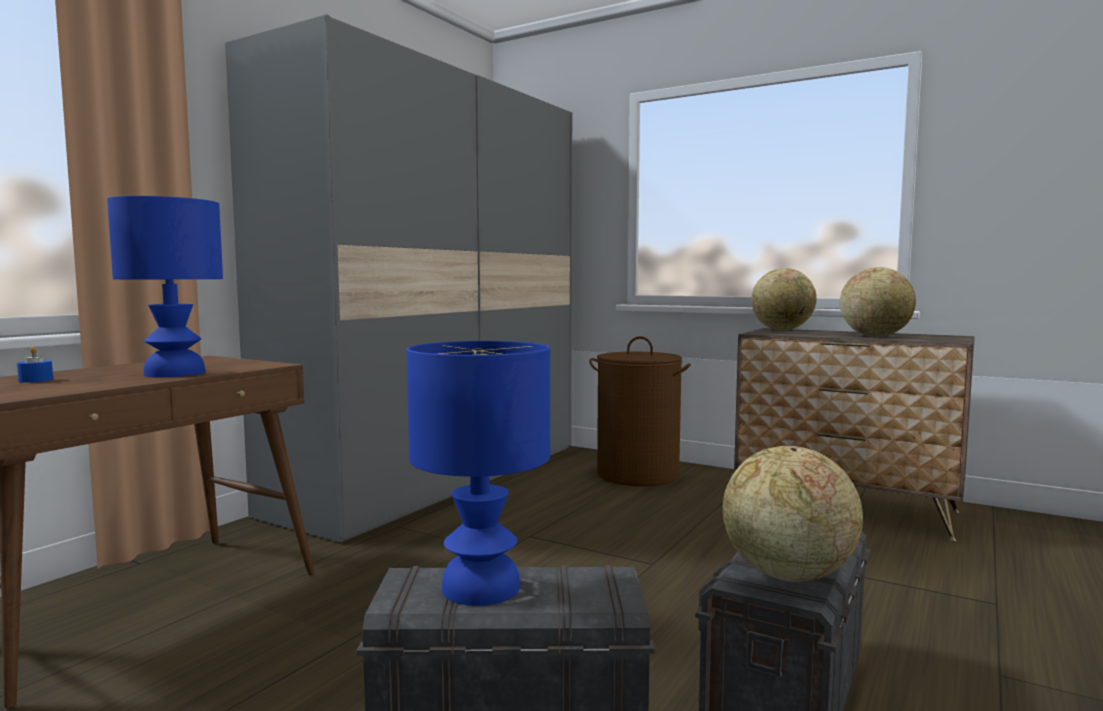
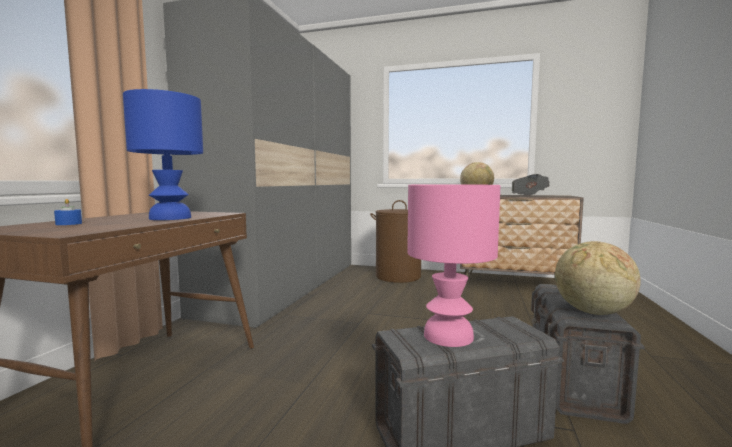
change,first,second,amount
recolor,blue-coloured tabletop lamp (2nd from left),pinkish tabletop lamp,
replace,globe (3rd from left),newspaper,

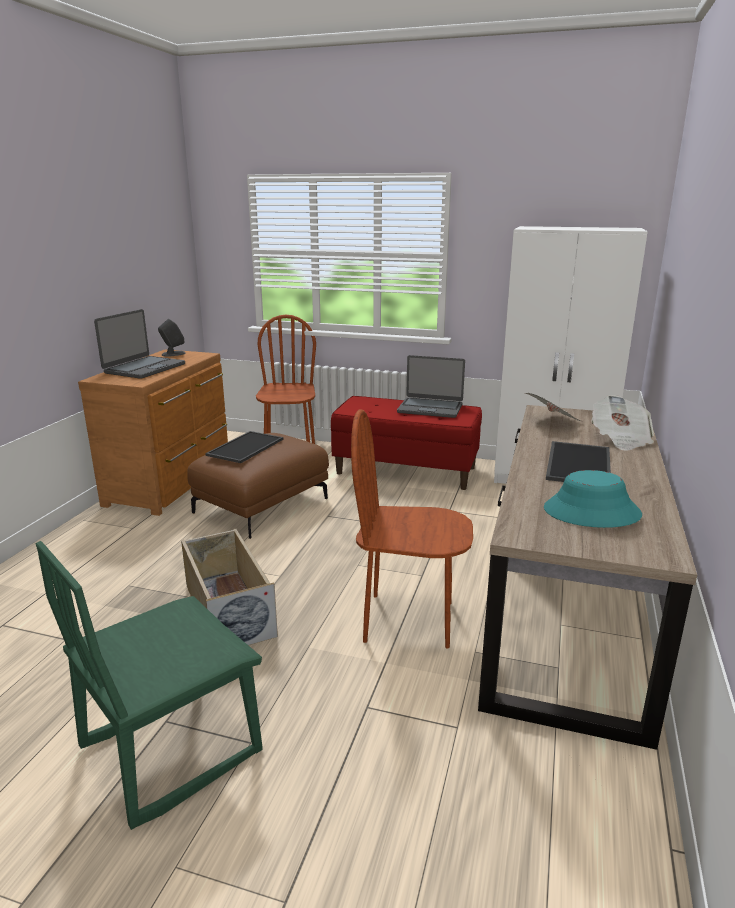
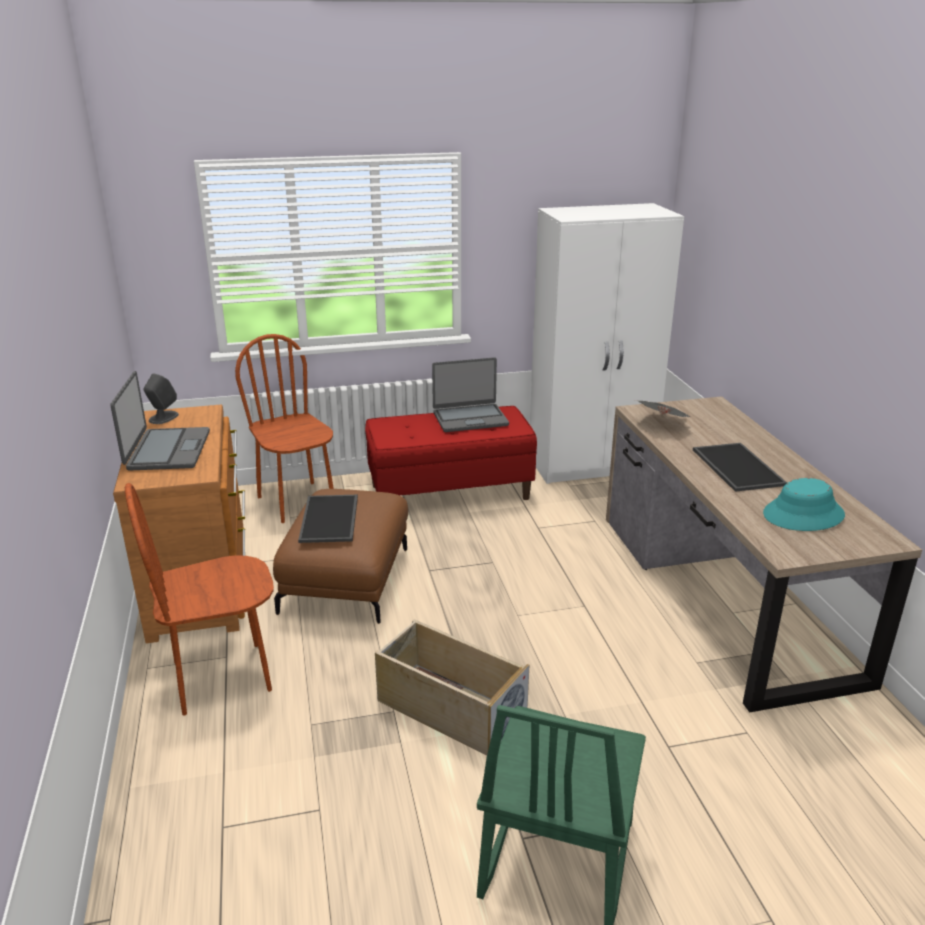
change,first,second,amount
move,brownish upright chair (2nd from left in the first image),brownish upright chair (1st from left),
delete,newspaper (2nd from left),,

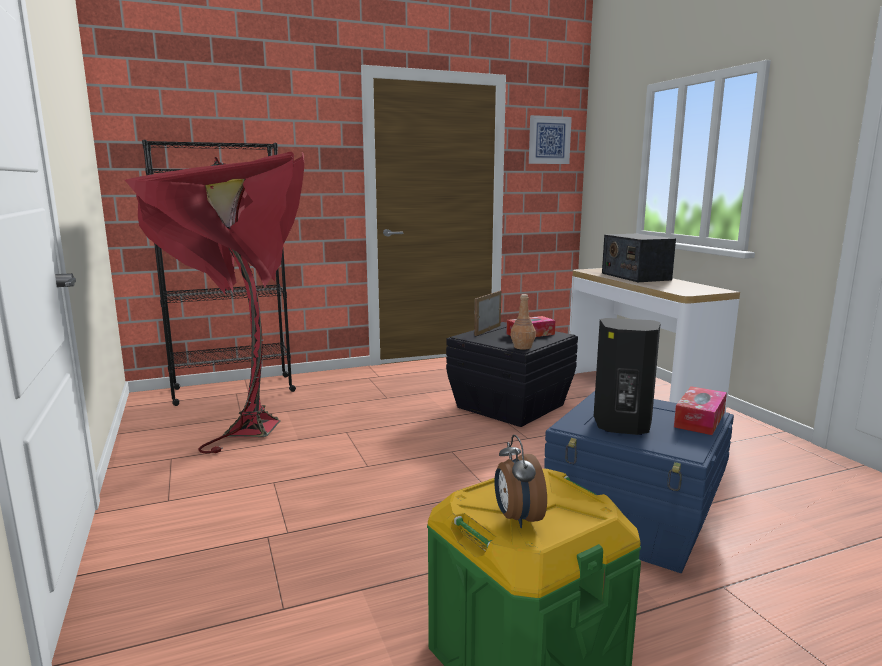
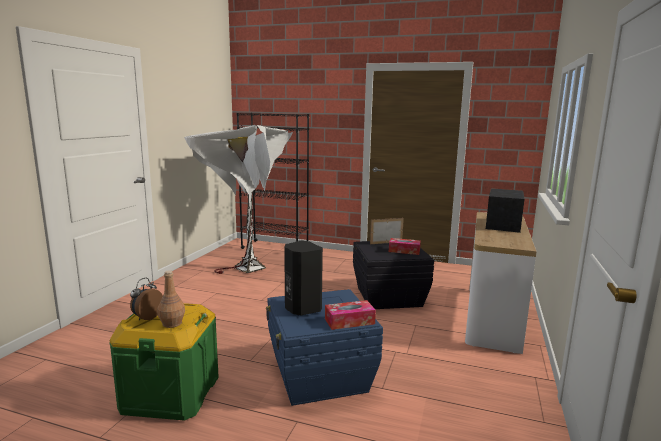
change,first,second,amount
move,brownish beverage bottle,,
recolor,red standard lamp,white-coloured standard lamp,
delete,picture,,

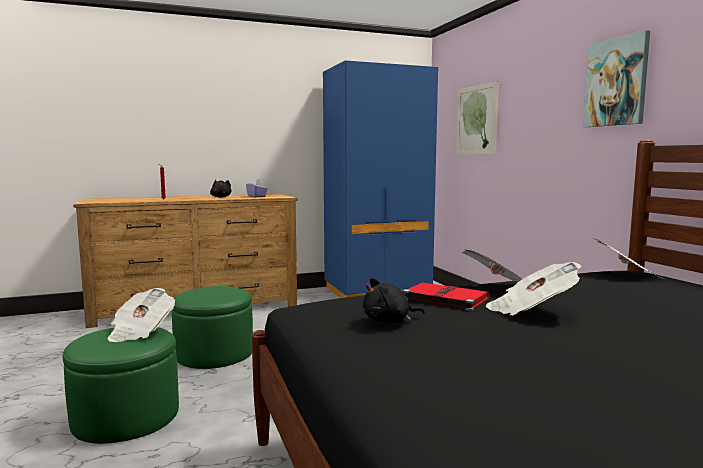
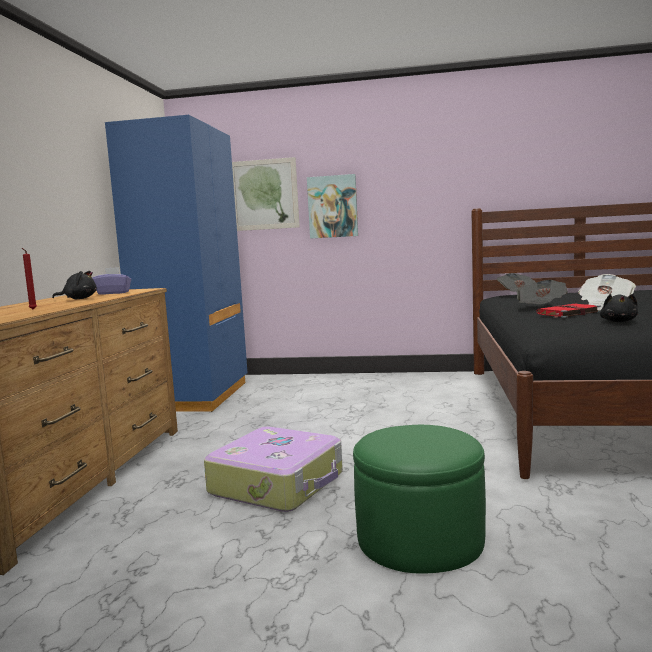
change,first,second,amount
replace,green-coloured pouffe (2nd from left),travel case,
move,picture (2nd from left),,
delete,newspaper (1st from left),,

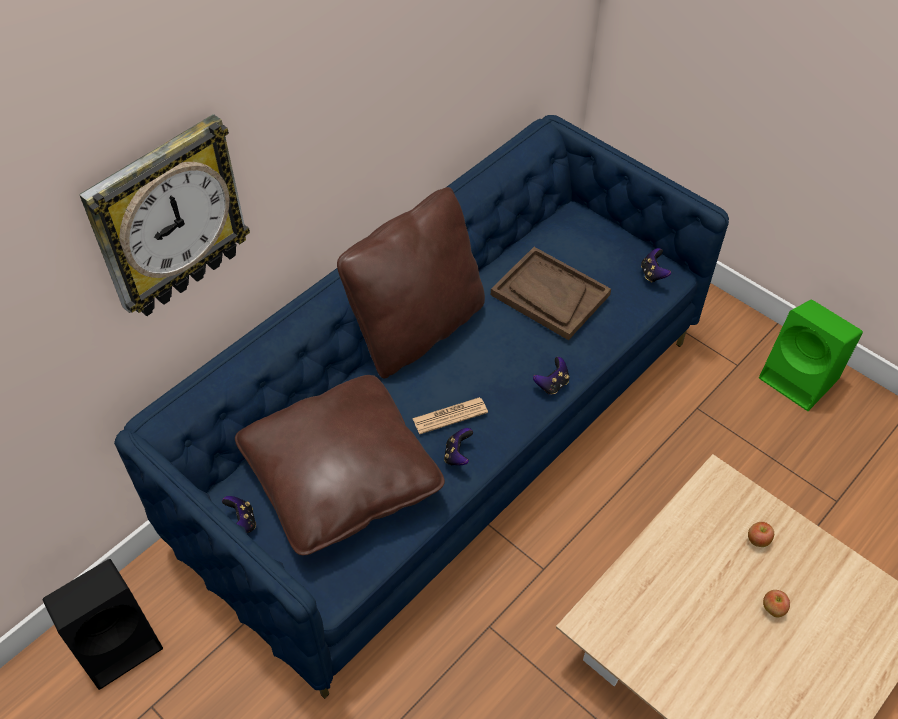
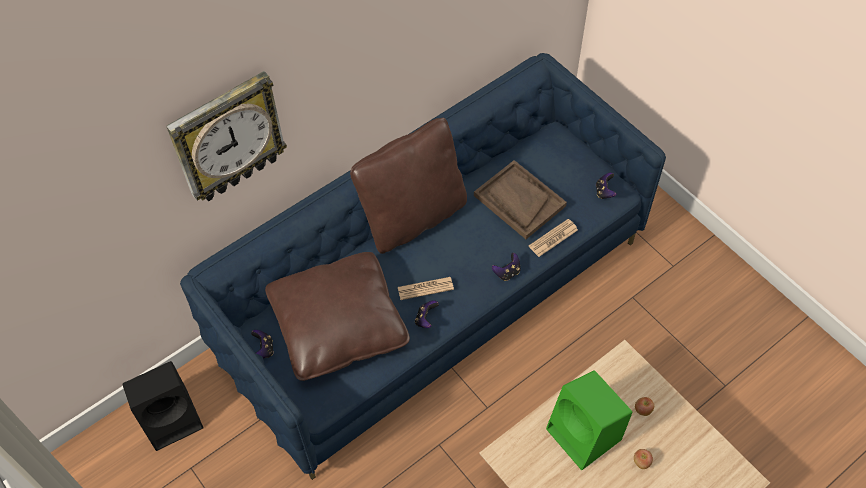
change,first,second,amount
insert,,newspaper (2nd from left),
move,green-coloured loudspeaker,,

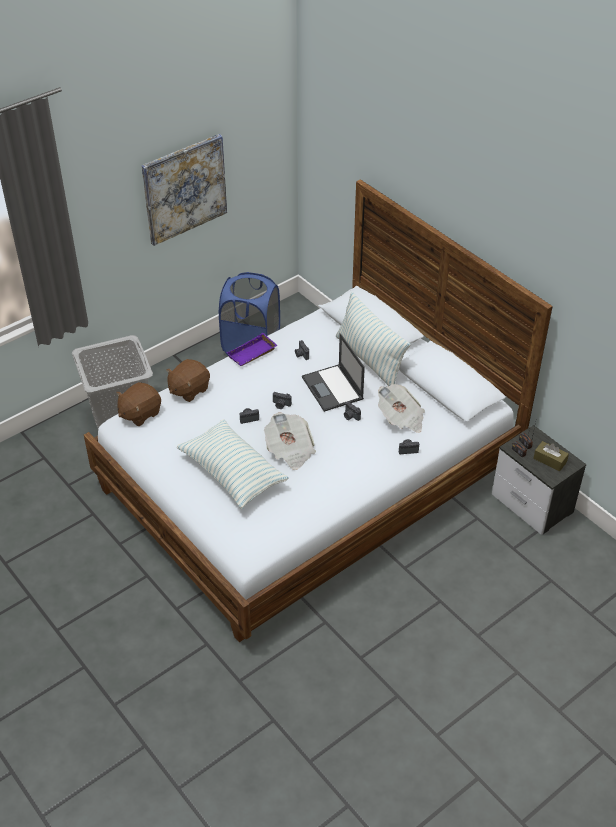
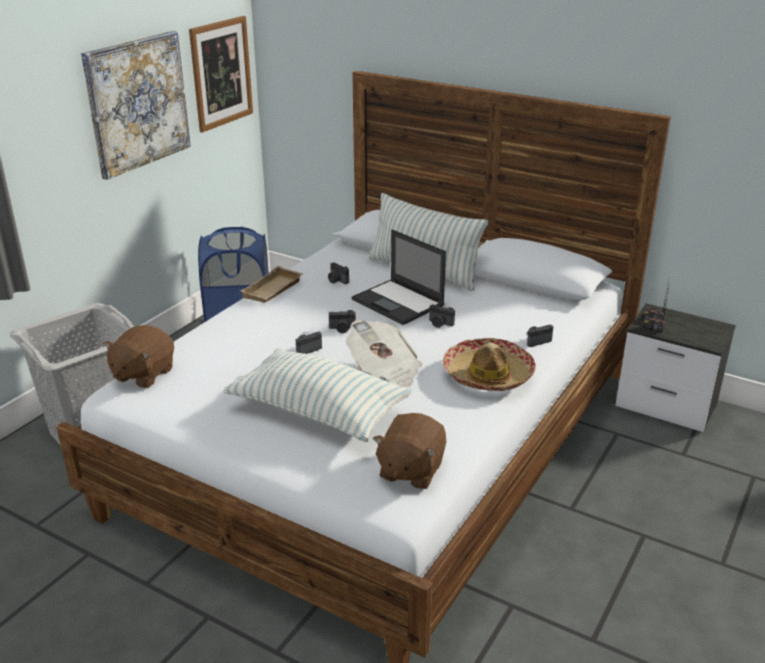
change,first,second,amount
insert,,picture (2nd from left),
recolor,purplish tray,beige-coloured tray,
move,brownish cuddly toy (2nd from left),,
insert,,wearable hat,
delete,newspaper (2nd from left),,
delete,brownish box of tissues,,

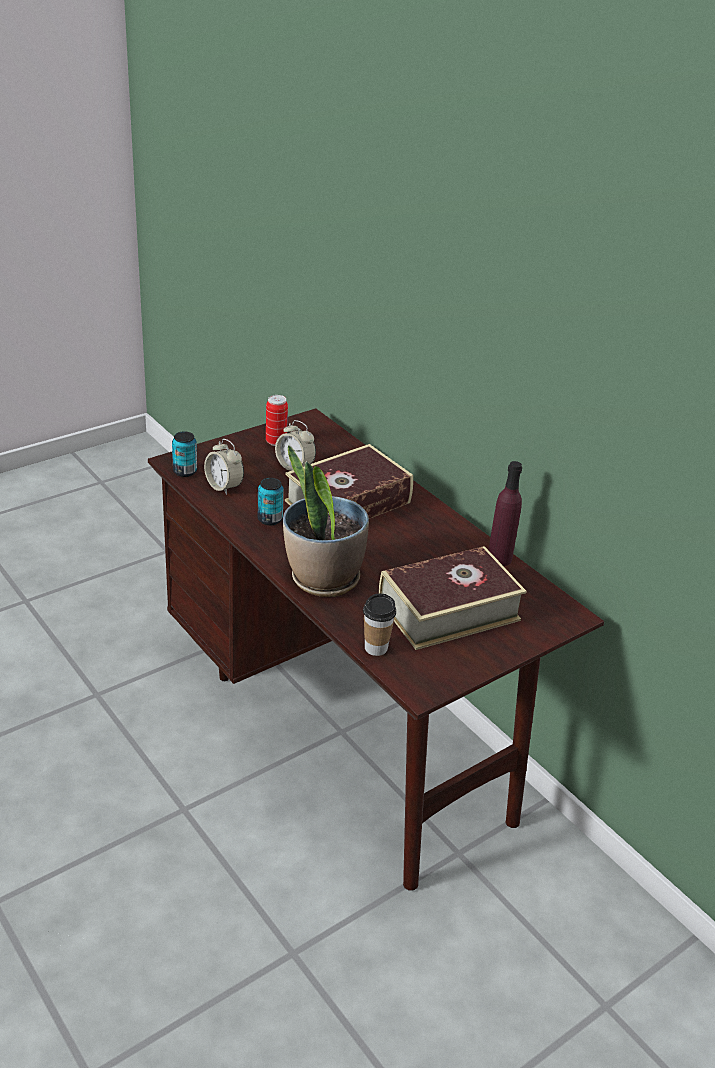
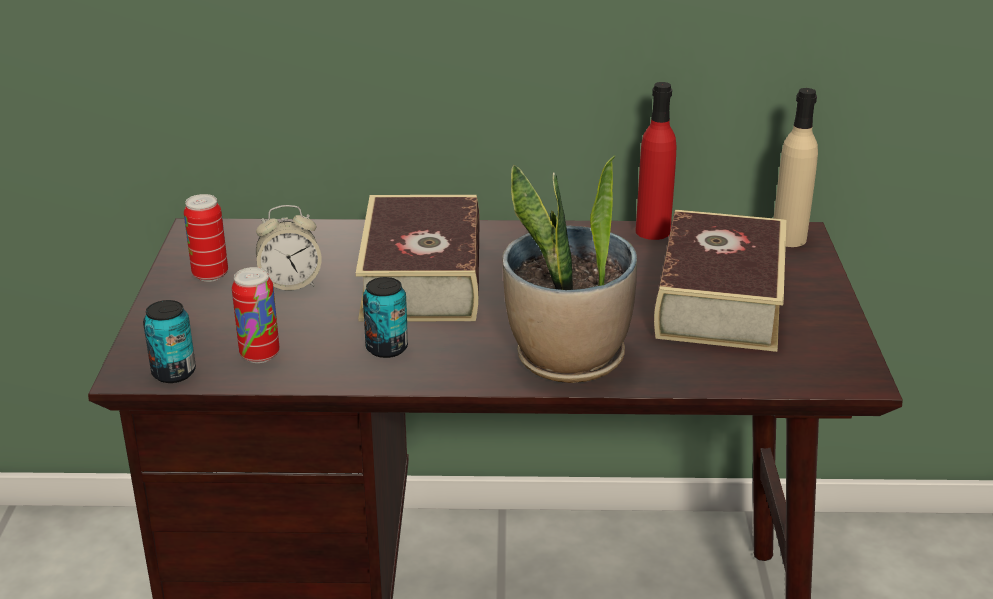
change,first,second,amount
replace,table clock (1st from left),sealed can (3rd from left),
recolor,purplish beverage bottle,red beverage bottle,
insert,,beige-coloured beverage bottle,
delete,cup,,

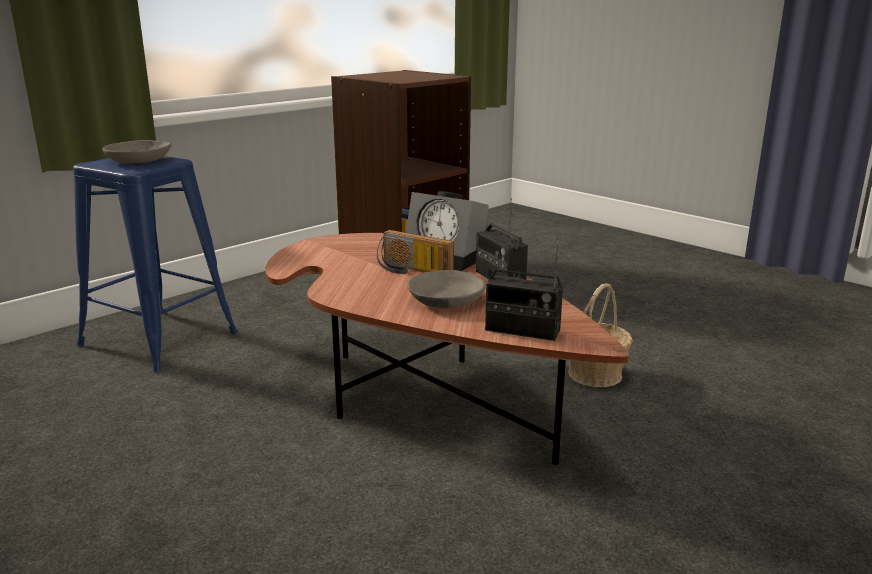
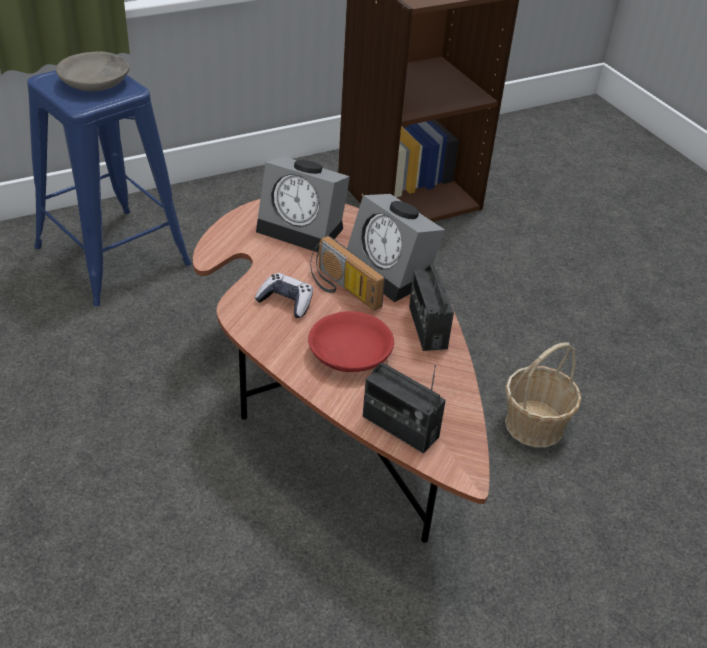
change,first,second,amount
insert,,game controller,
insert,,table clock (1st from left),
recolor,greyish bowl (2nd from left),red bowl,

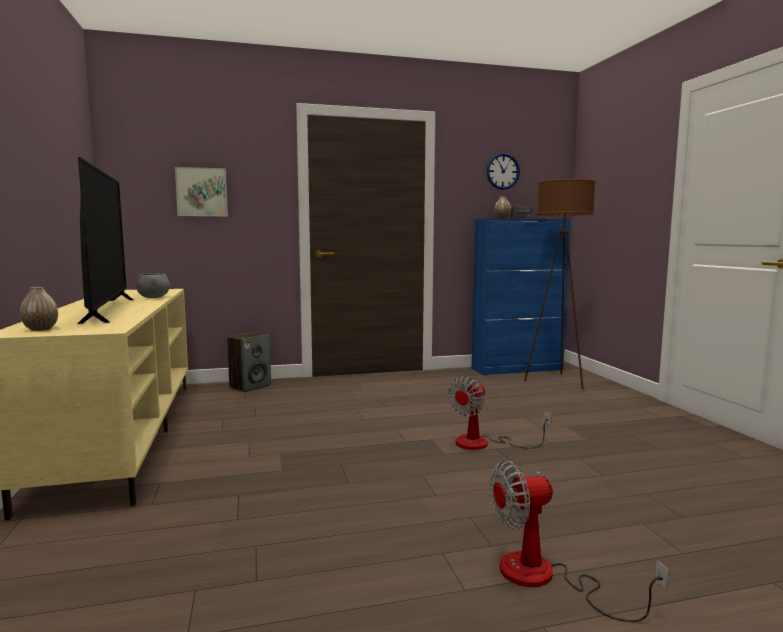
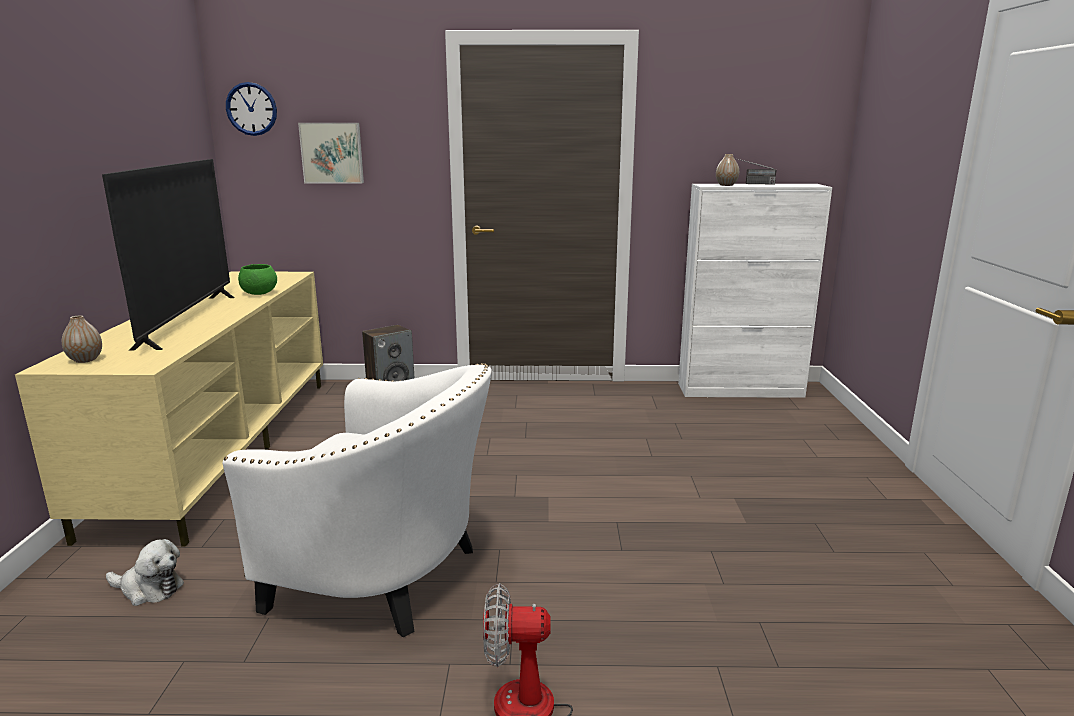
change,first,second,amount
insert,,cuddly toy,
insert,,white-coloured easy chair,
move,wall clock,,
recolor,greyish bowl,green-coloured bowl,
recolor,blue-coloured cupboard,white-coloured cupboard,
delete,fan (1st from left),,
delete,brownish standard lamp,,

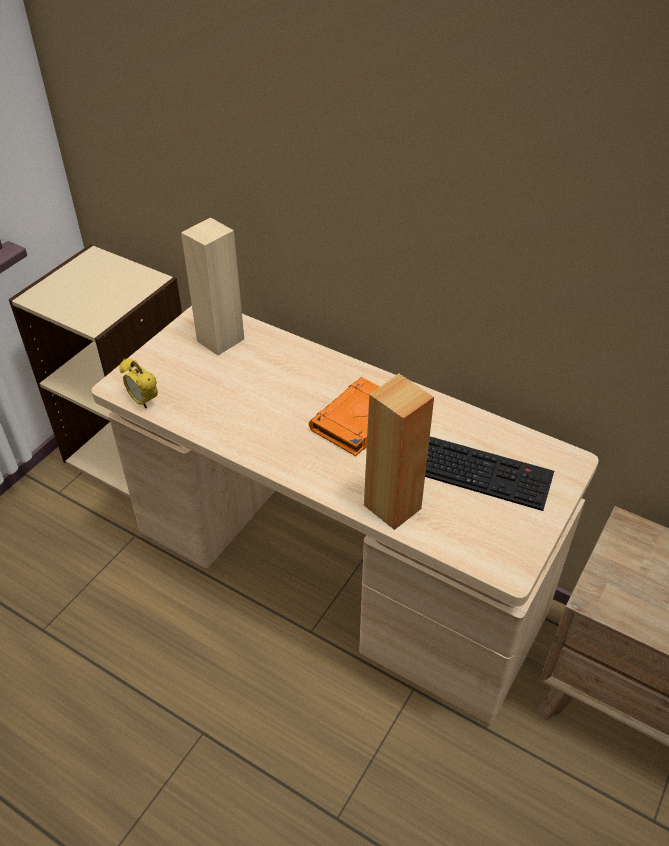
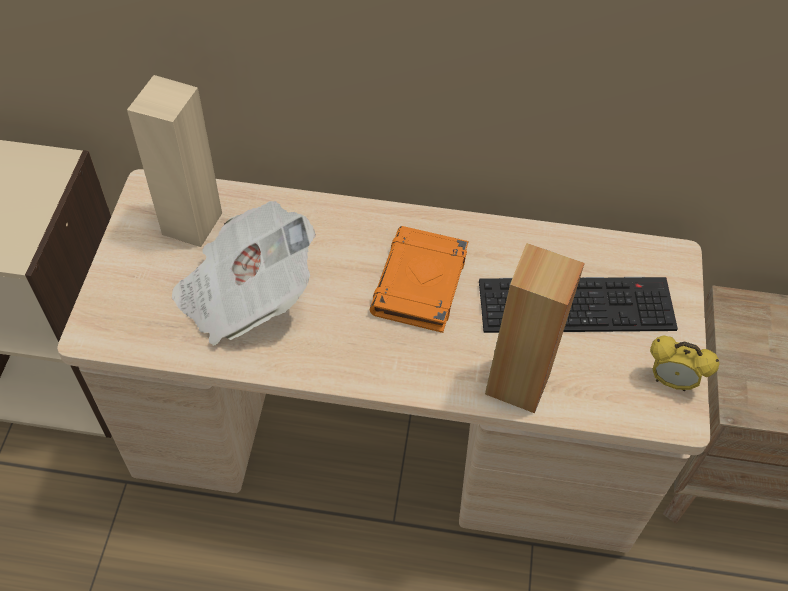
change,first,second,amount
insert,,newspaper,
move,table clock,,

